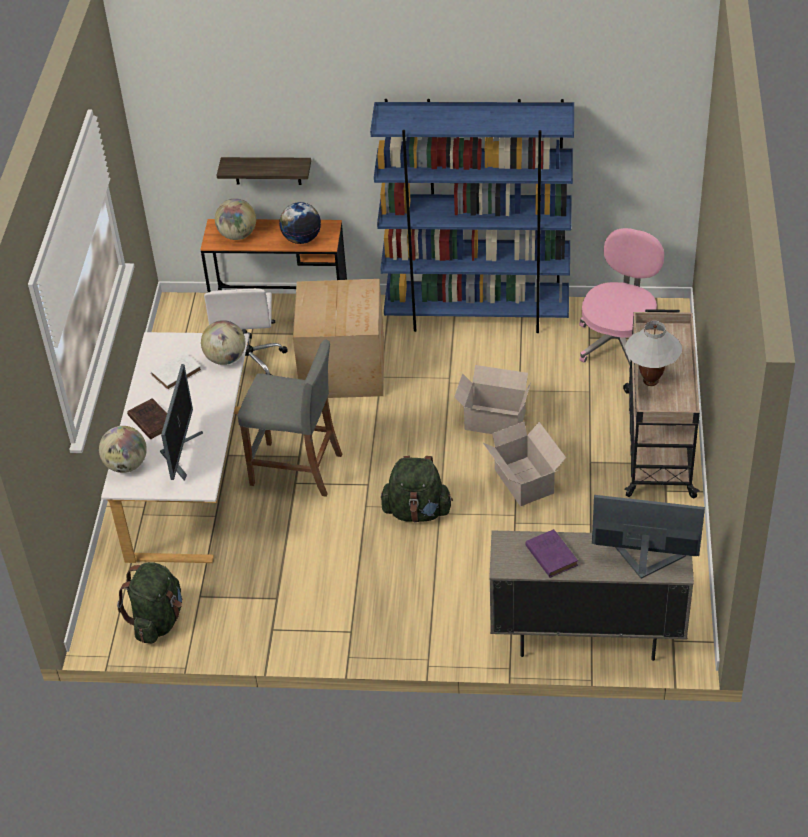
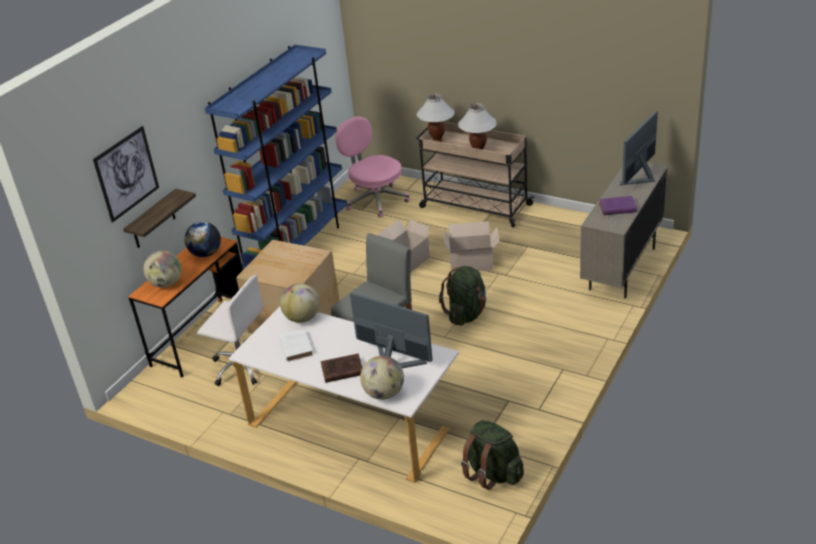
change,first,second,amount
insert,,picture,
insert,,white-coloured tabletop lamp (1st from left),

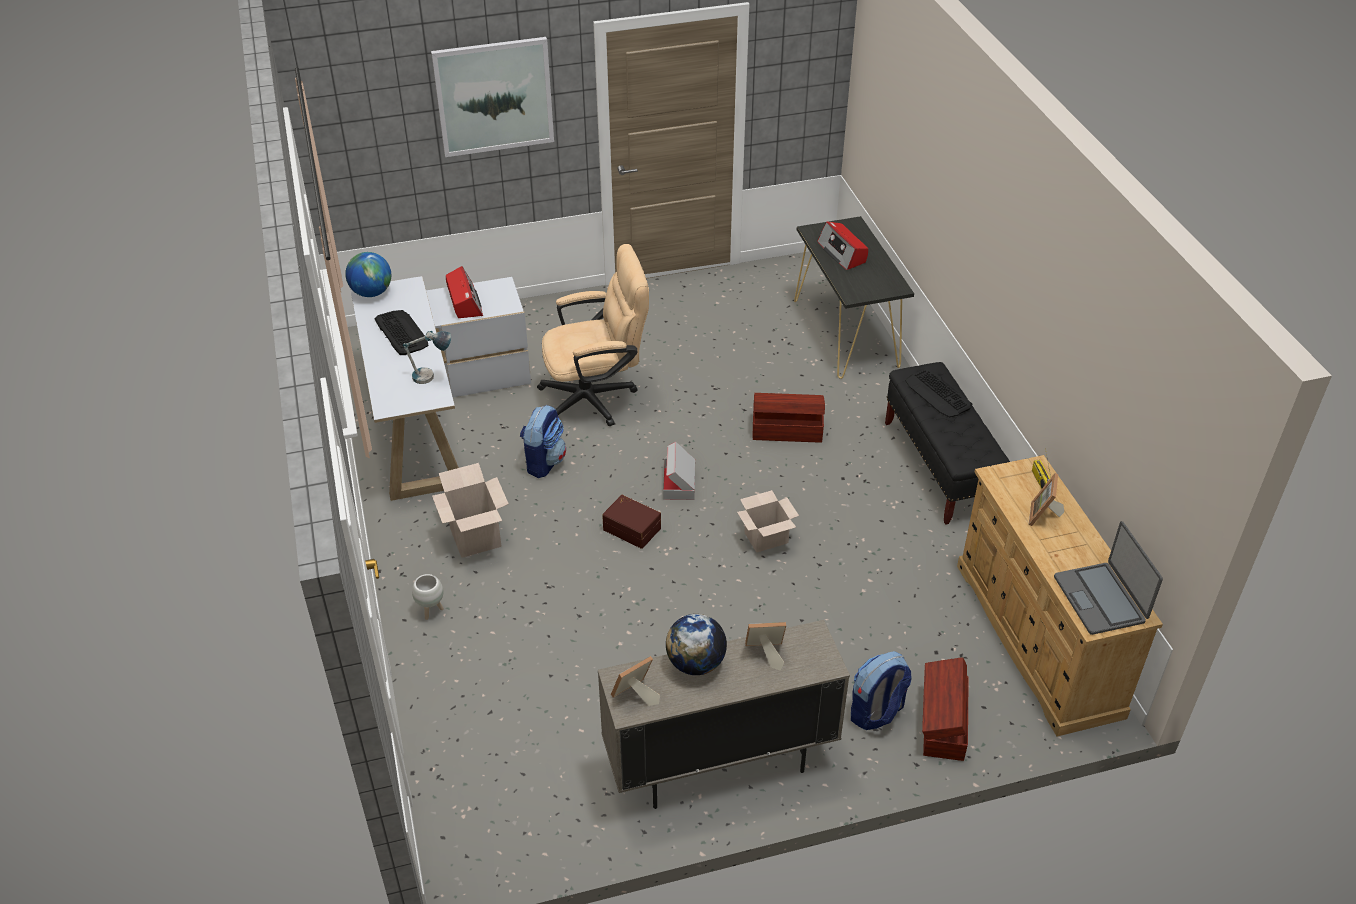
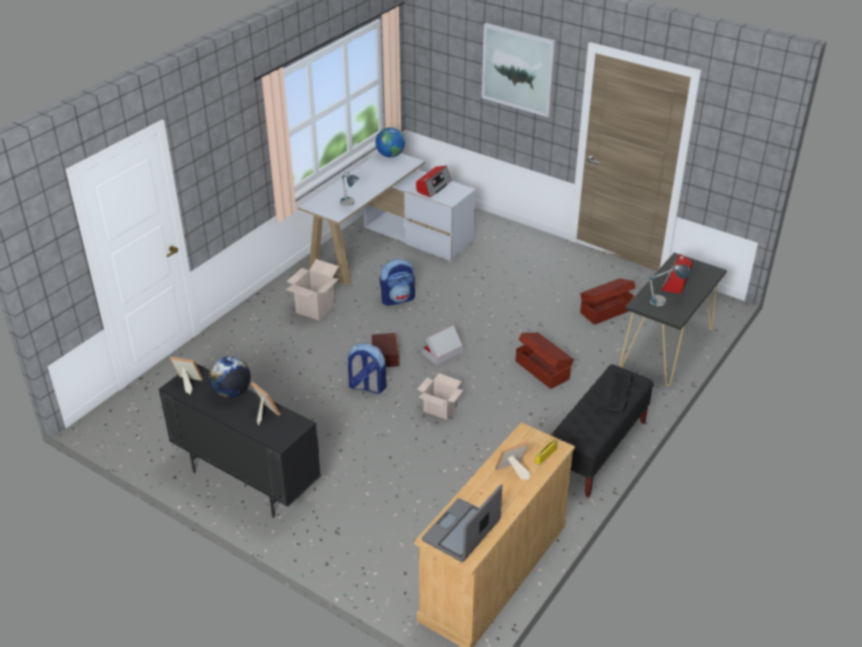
change,first,second,amount
recolor,beige-coloured cupboard,black-coloured cupboard,
move,backpack (2nd from left in the first image),backpack (1st from left),
move,brownish storage container (3rd from left),,
insert,,tabletop lamp (2nd from left),
delete,PC keyboard (1st from left),,
delete,white-coloured plant pot,,
delete,beige-coloured office chair,,

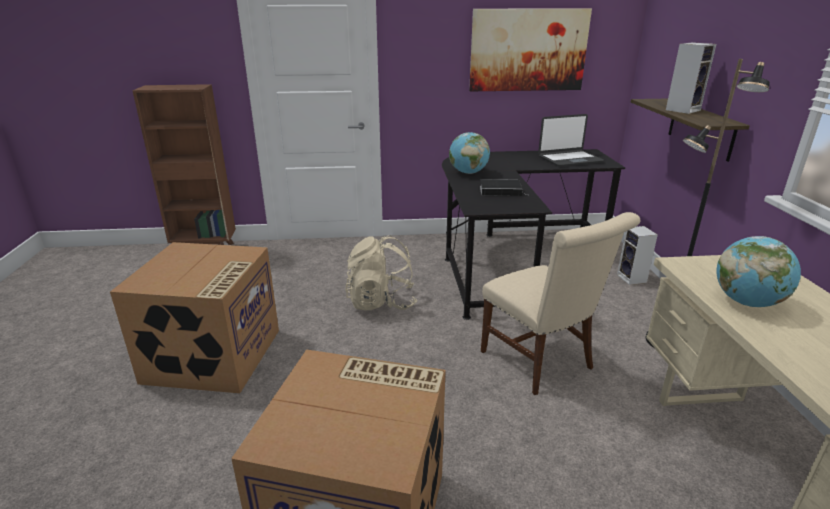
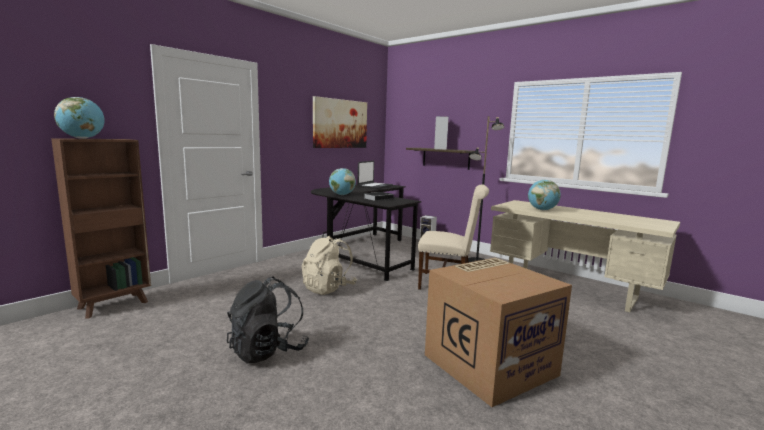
change,first,second,amount
insert,,globe (1st from left),
replace,packing box (1st from left),black-coloured backpack,

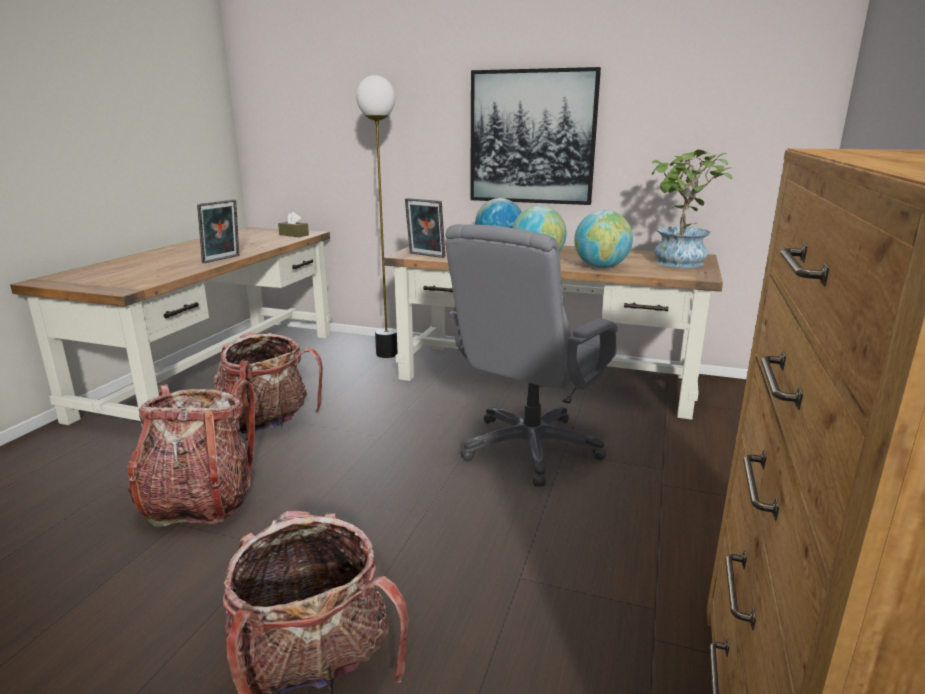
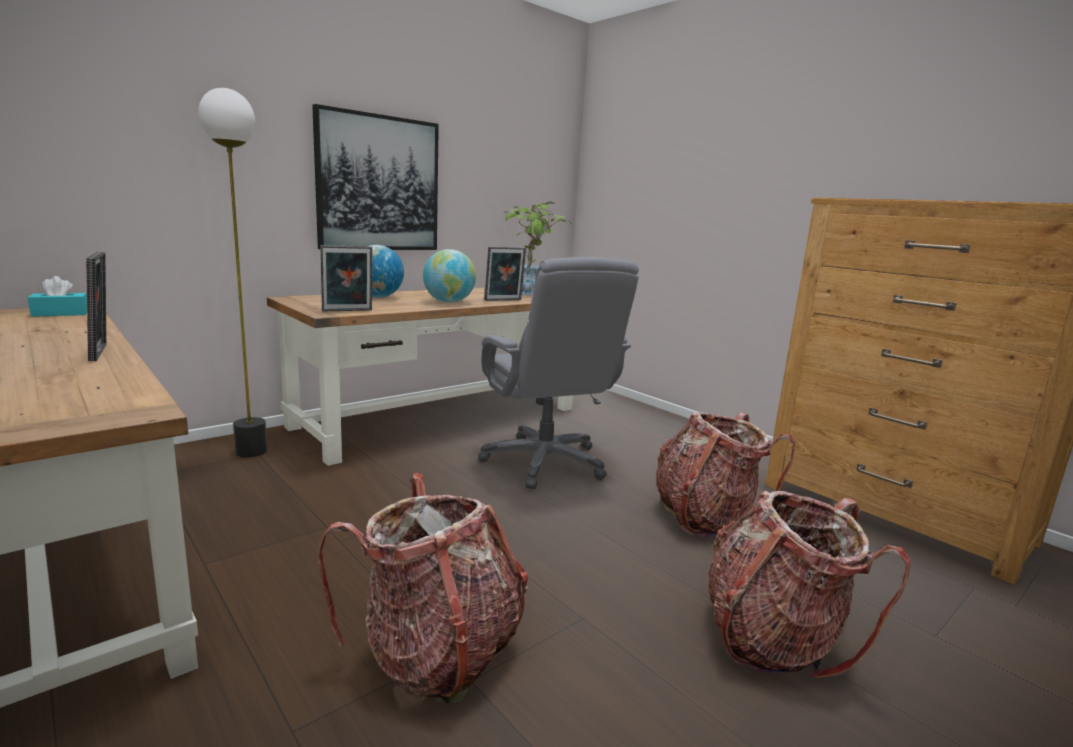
change,first,second,amount
recolor,brownish box of tissues,turquoise box of tissues,
replace,globe (3rd from left),photo frame (3rd from left),
move,backpack (2nd from left),,

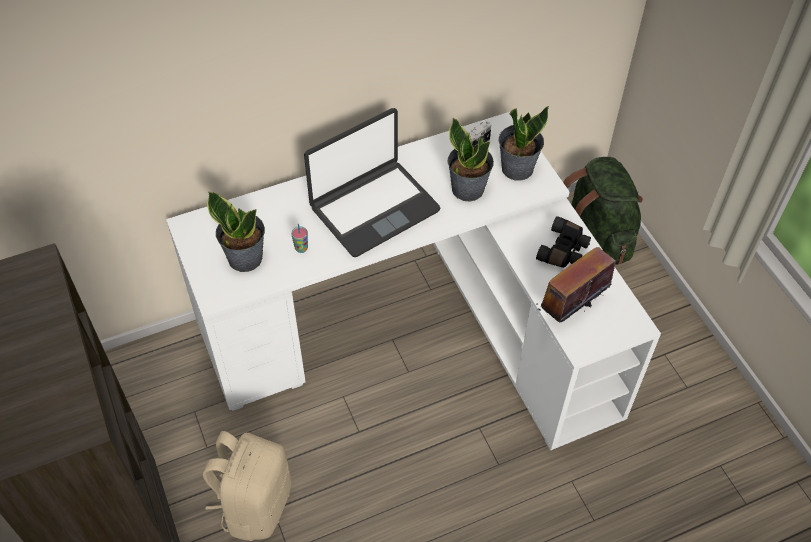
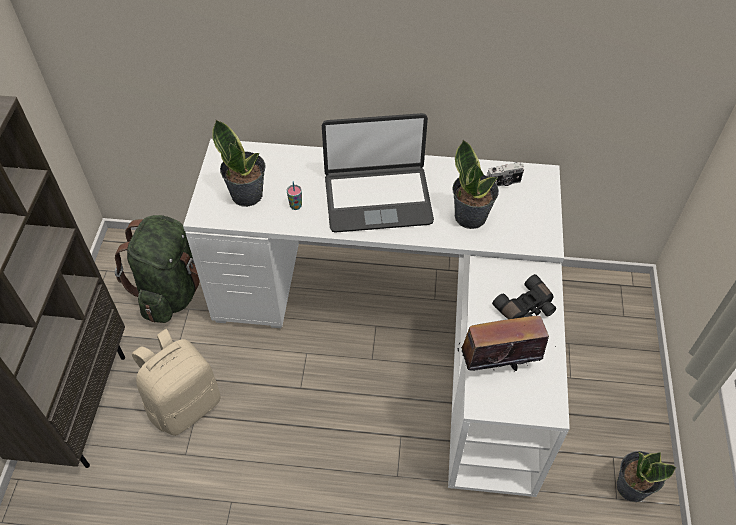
change,first,second,amount
move,green-coloured backpack,,
move,plant in a pot (3rd from left),,

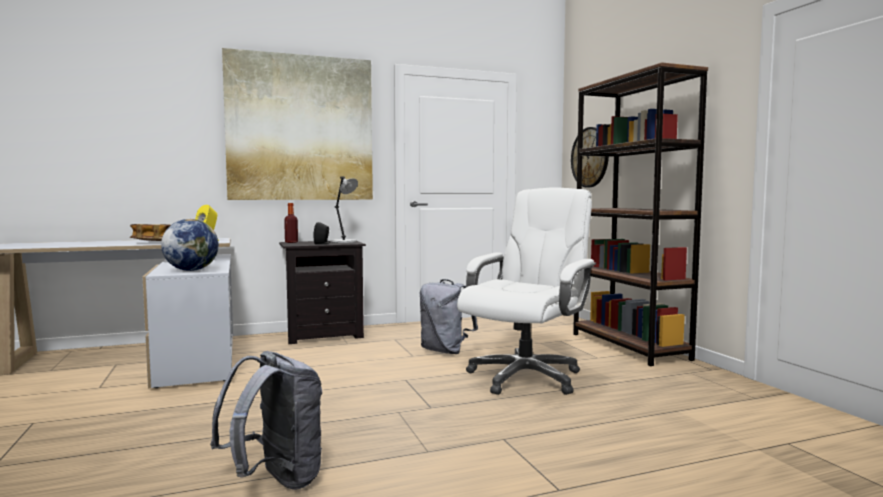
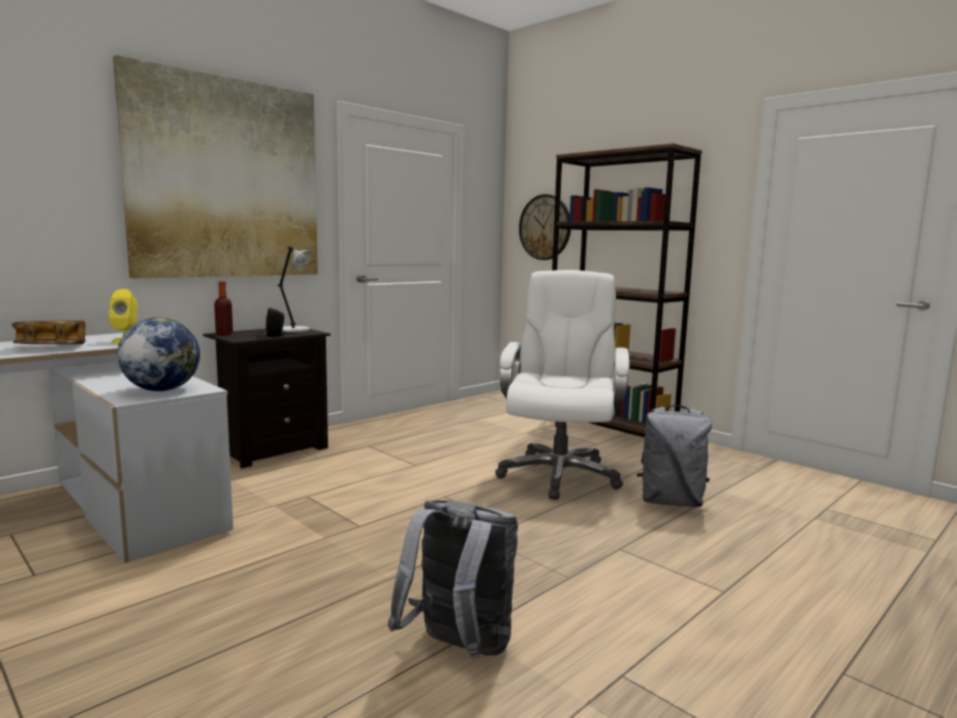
change,first,second,amount
move,greyish backpack (2nd from left),,

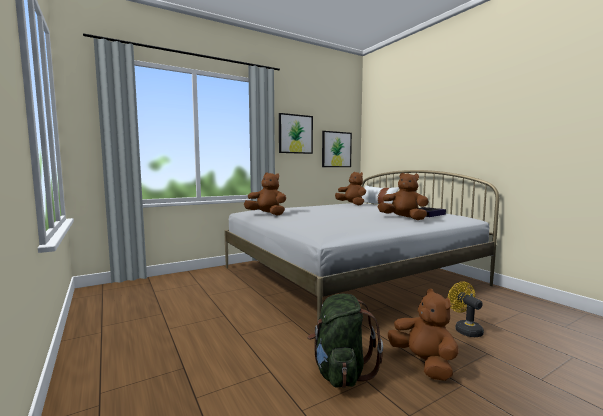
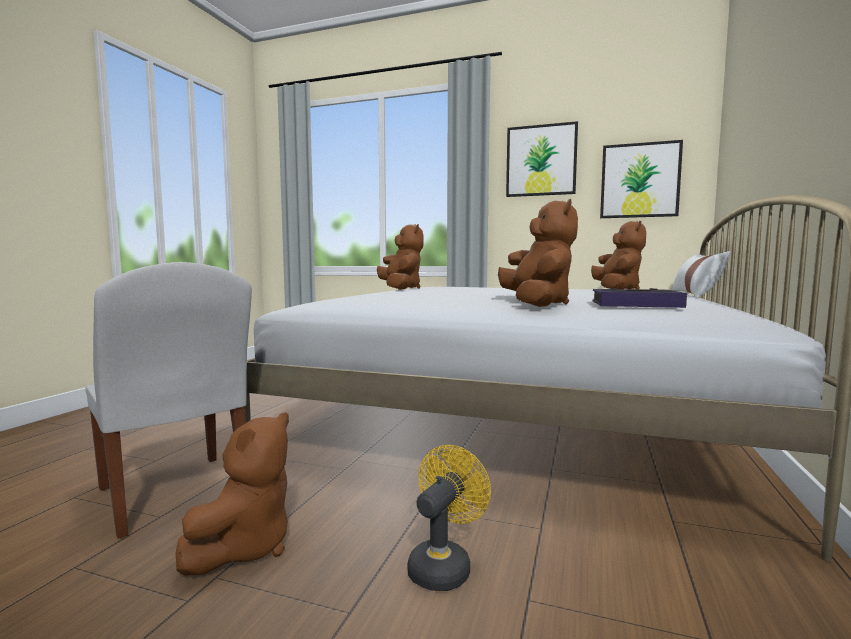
change,first,second,amount
replace,green-coloured backpack,white-coloured upright chair,

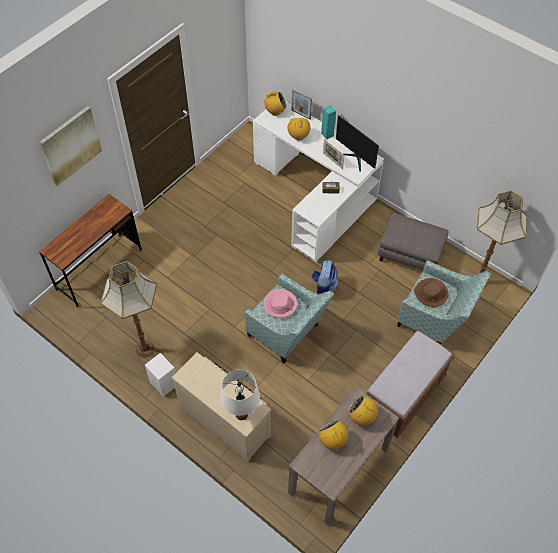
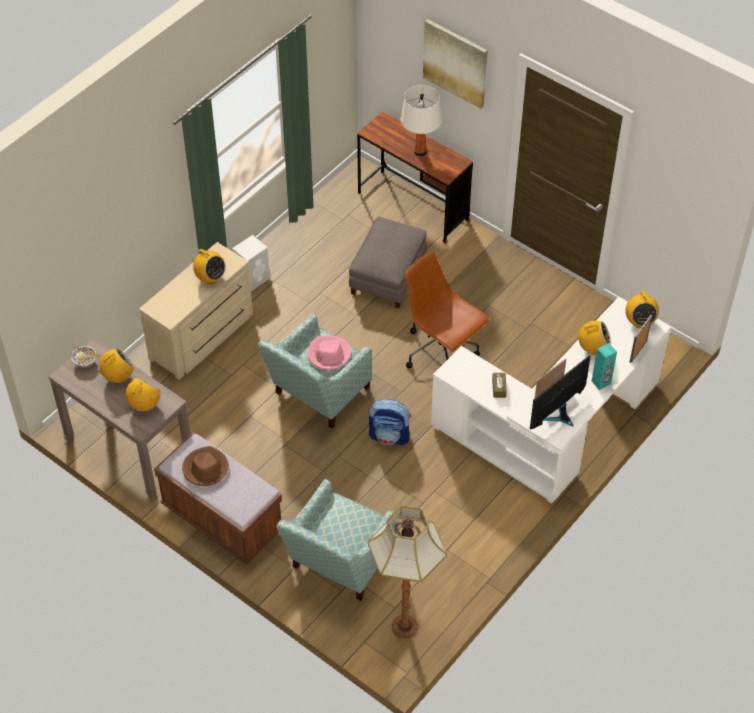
change,first,second,amount
insert,,bowl,
move,brownish wearable hat,,
insert,,radio receiver (3rd from left),
move,greyish pouffe,,
move,white-coloured tabletop lamp,,
insert,,brownish office chair,
delete,standard lamp (1st from left),,

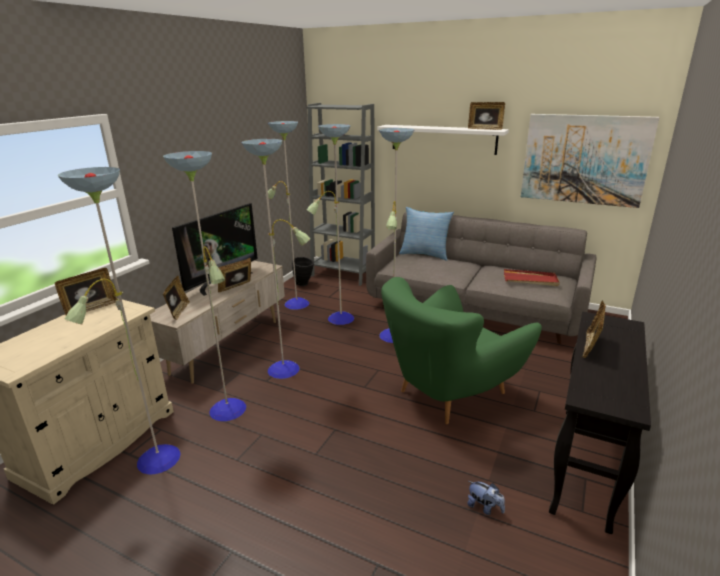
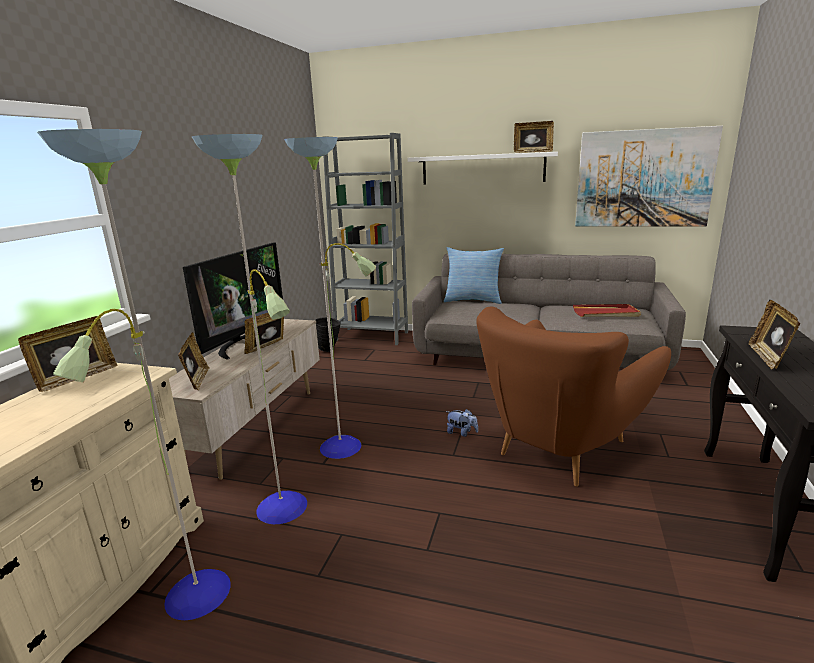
change,first,second,amount
move,cuddly toy,,
recolor,green-coloured easy chair,brownish easy chair,
delete,standard lamp (2nd from left),,

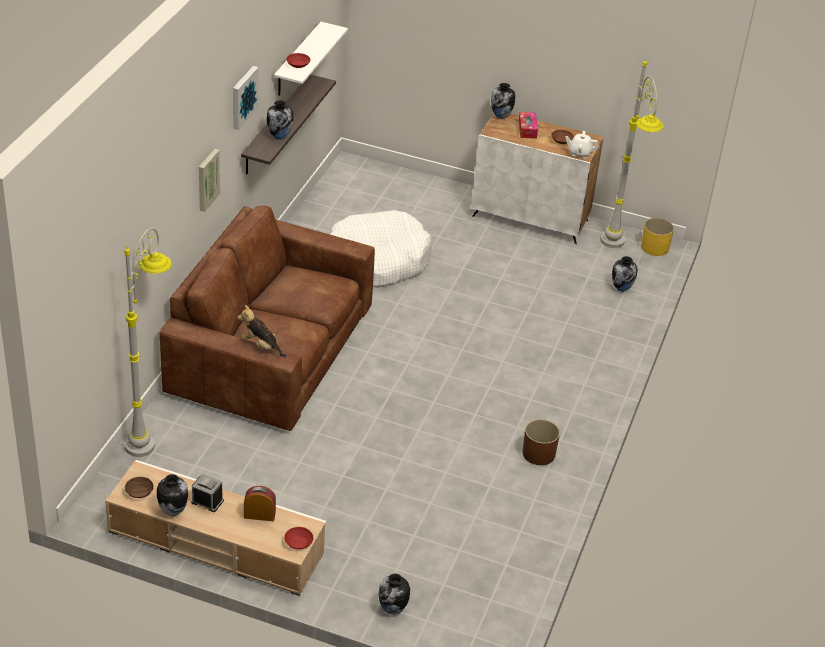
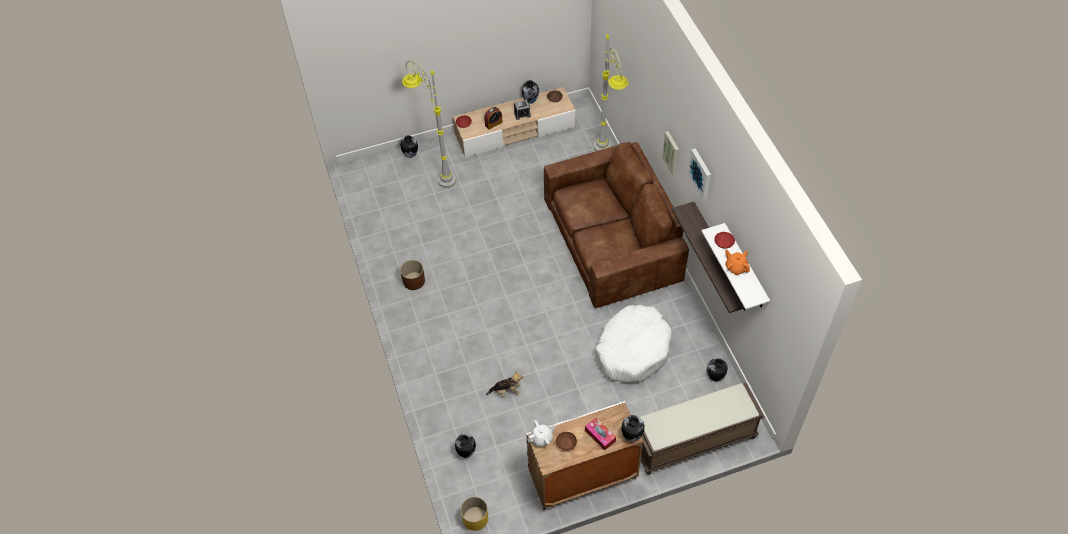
change,first,second,amount
move,greyish standard lamp (2nd from left in the first image),greyish standard lamp (1st from left),
move,cuddly toy,,
insert,,brownish long seat,
move,decorative vase (2nd from left in the first image),decorative vase (5th from left),
insert,,orange-coloured teapot,

